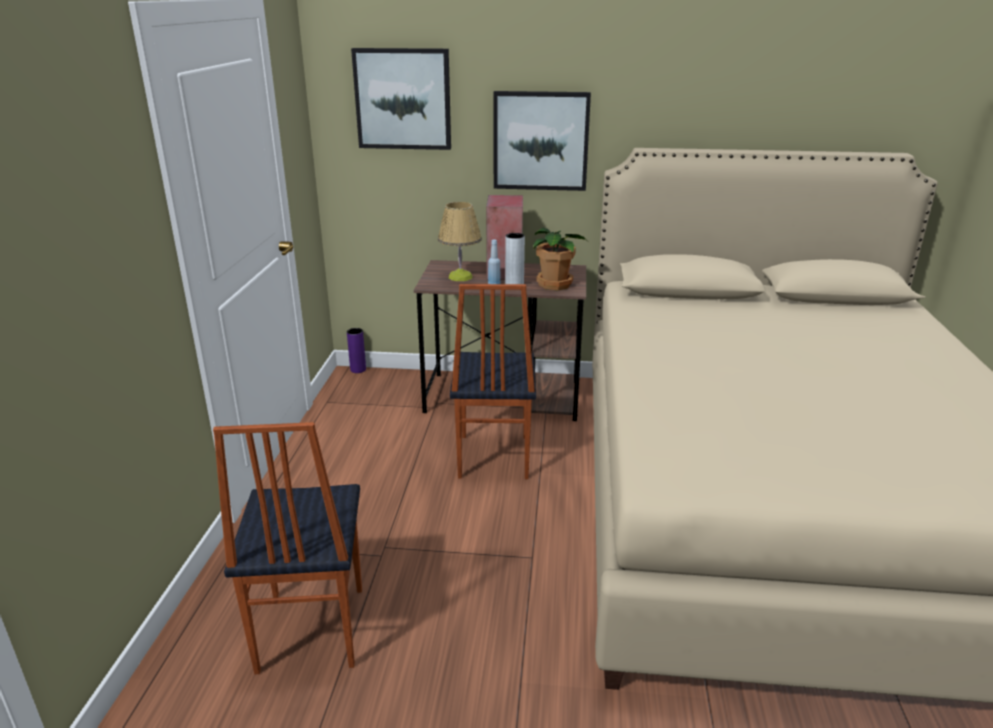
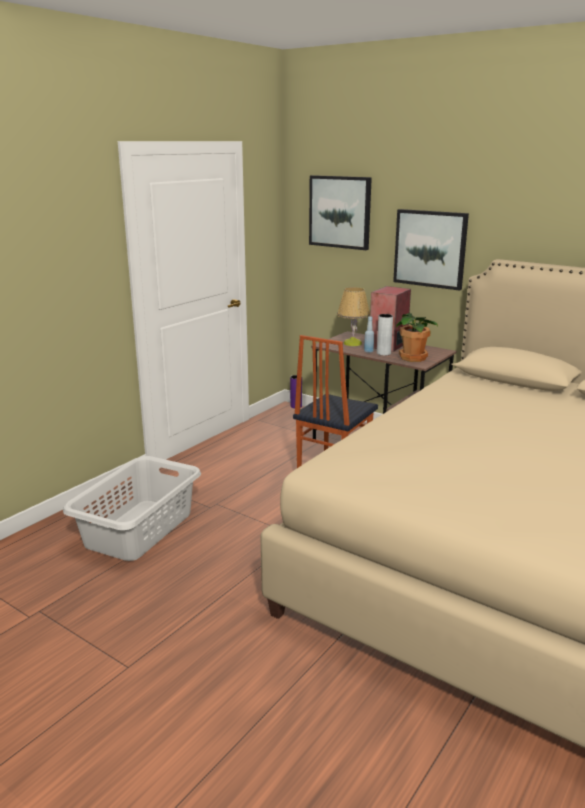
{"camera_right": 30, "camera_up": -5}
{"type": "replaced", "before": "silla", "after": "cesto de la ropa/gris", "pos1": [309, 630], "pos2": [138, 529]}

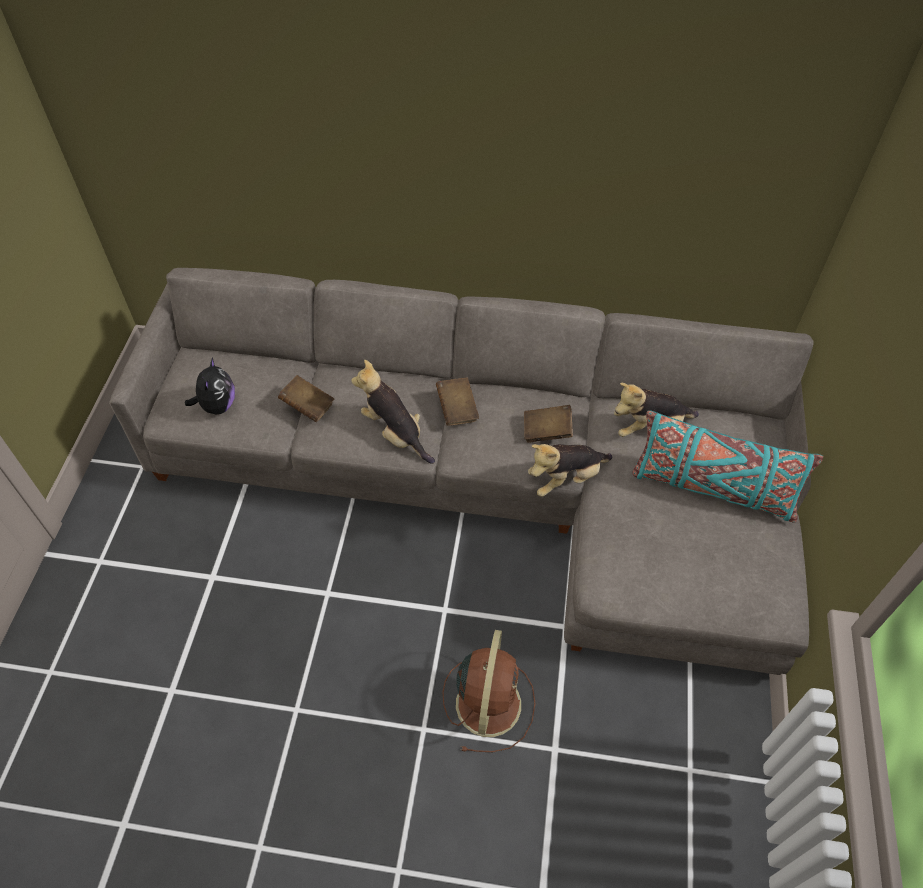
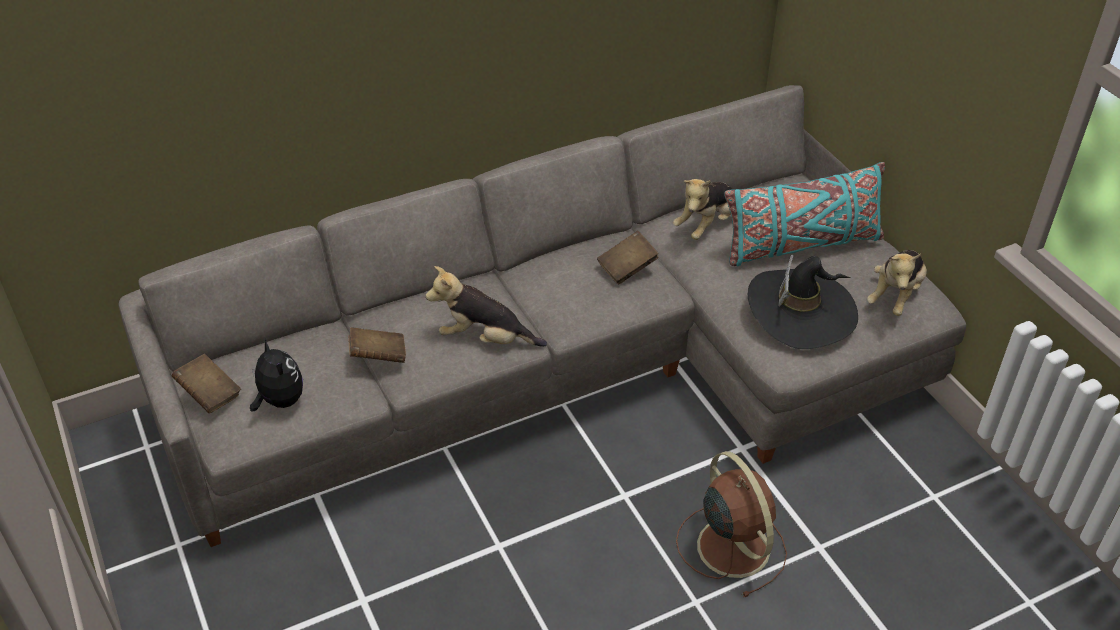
{"camera_right": -35, "camera_up": -10}
{"type": "moved", "before": "libro/marrón", "pos1": [457, 409], "pos2": [209, 394]}
{"type": "moved", "before": "peluche", "pos1": [565, 479], "pos2": [895, 296]}
{"type": "added", "after": "sombrero/negro", "pos2": [801, 311]}

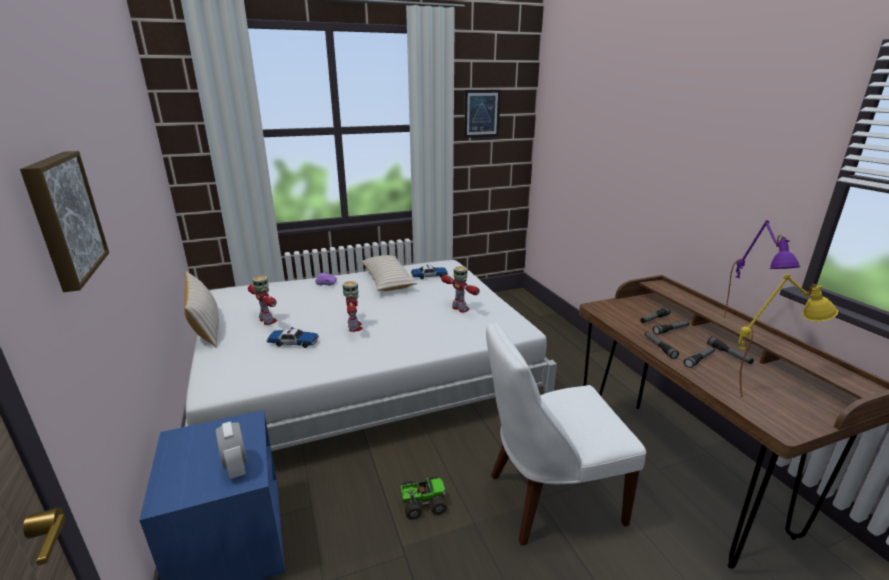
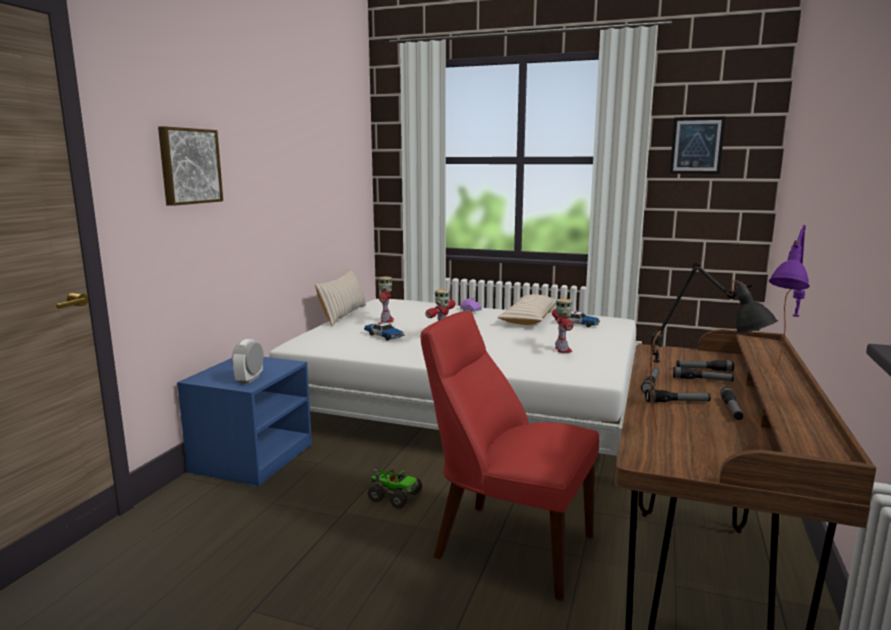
{"camera_right": 40, "camera_up": -10}
{"type": "recoloured", "before": "silla/blanco", "after": "silla/rojo", "pos1": [548, 498], "pos2": [507, 544]}
{"type": "recoloured", "before": "lámpara de mesa/amarillo", "after": "lámpara de mesa/negro", "pos1": [763, 390], "pos2": [699, 437]}

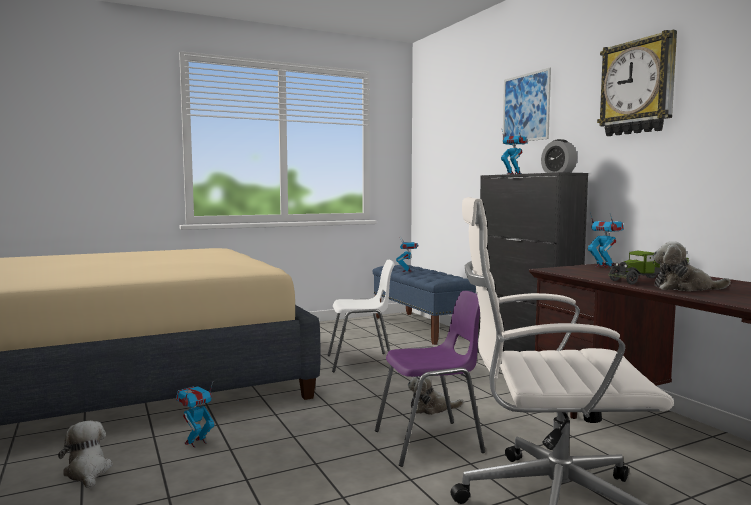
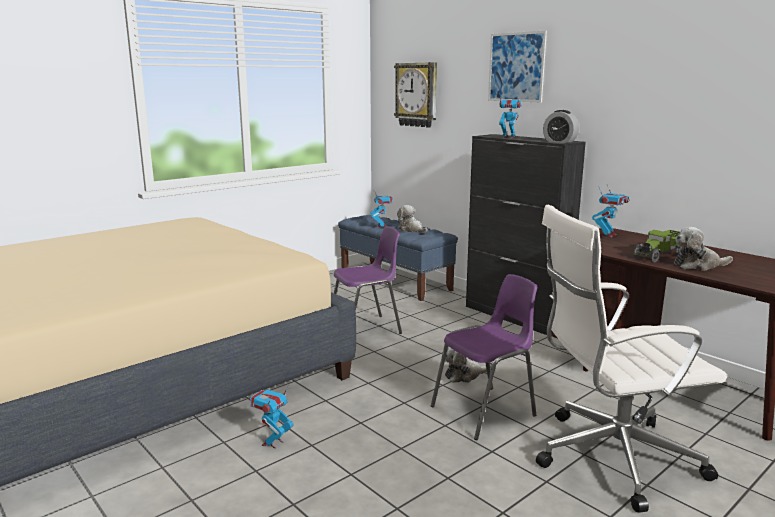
{"camera_right": -15, "camera_up": 10}
{"type": "moved", "before": "peluche", "pos1": [87, 472], "pos2": [411, 230]}
{"type": "recoloured", "before": "silla/blanco", "after": "silla/morado", "pos1": [361, 362], "pos2": [366, 329]}
{"type": "turned", "before": "robot de juguete", "pos1": [604, 267], "pos2": [608, 235], "turn": 90}
{"type": "moved", "before": "reloj de pared", "pos1": [638, 87], "pos2": [417, 95]}

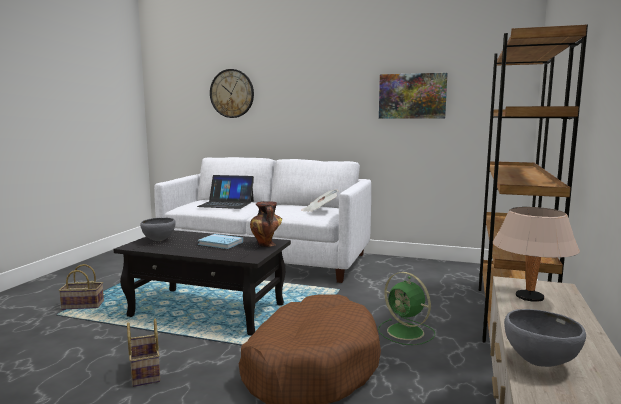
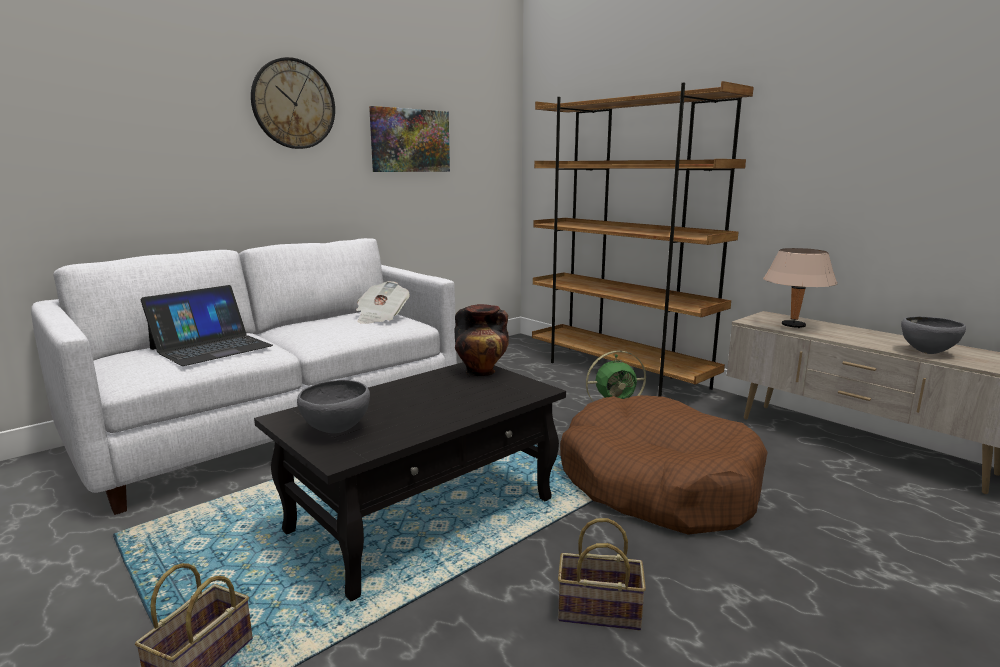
{"camera_right": -60, "camera_up": 5}
{"type": "removed", "before": "libro/azul", "pos1": [220, 243]}
{"type": "moved", "before": "reloj de pared", "pos1": [232, 93], "pos2": [293, 104]}

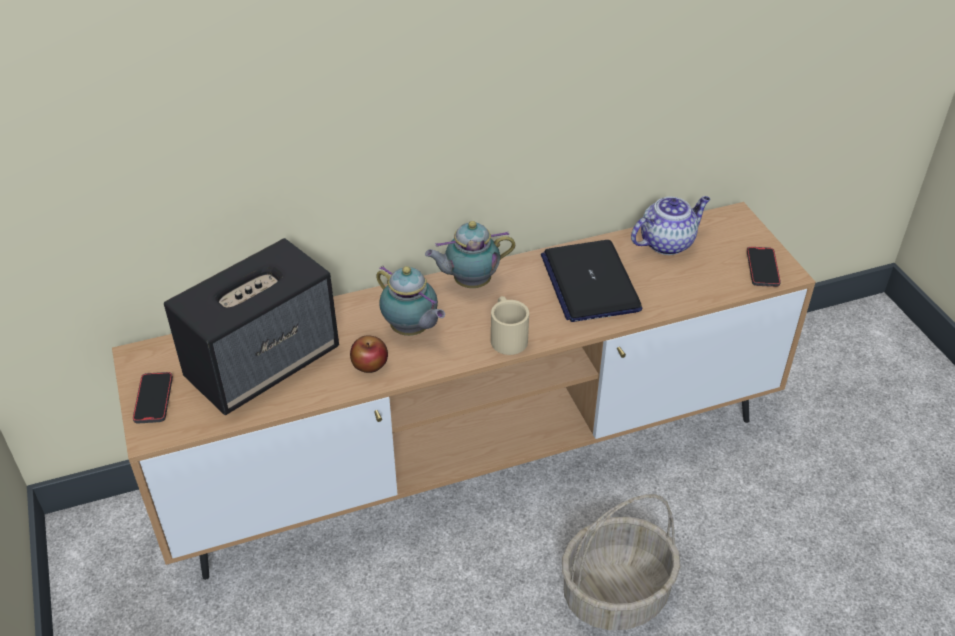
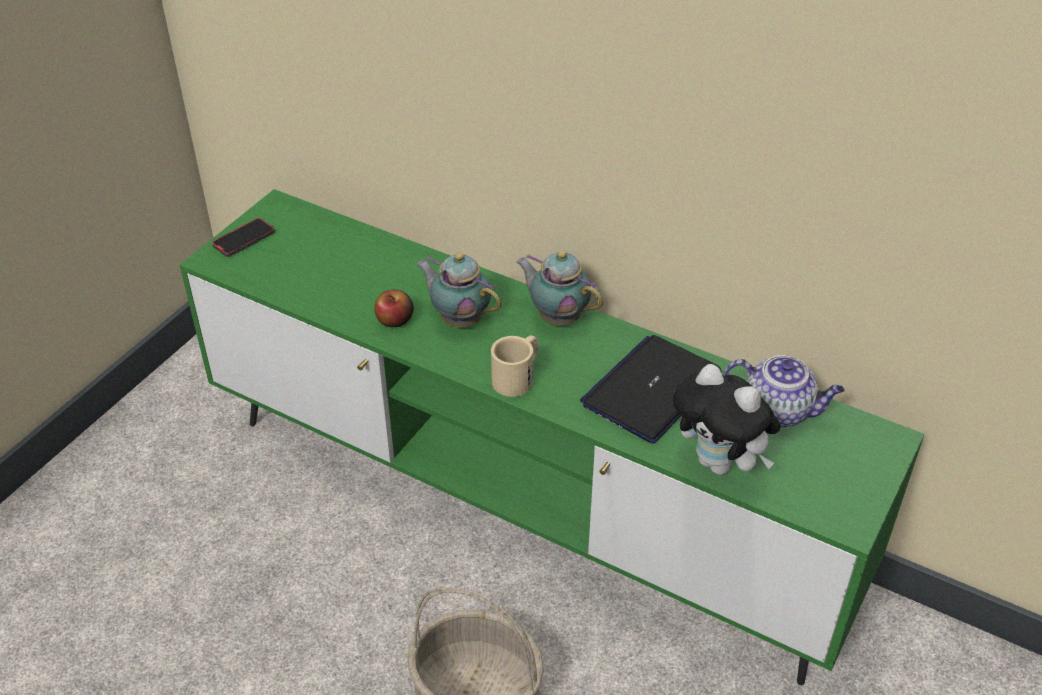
{"camera_right": 50, "camera_up": 0}
{"type": "recoloured", "before": "mueble de televisión/marrón", "after": "mueble de televisión/verde", "pos1": [476, 461], "pos2": [522, 506]}
{"type": "removed", "before": "altavoz", "pos1": [264, 363]}
{"type": "turned", "before": "tetera", "pos1": [411, 330], "pos2": [459, 319], "turn": 120}
{"type": "removed", "before": "móvil", "pos1": [762, 268]}
{"type": "added", "after": "peluche", "pos2": [720, 464]}

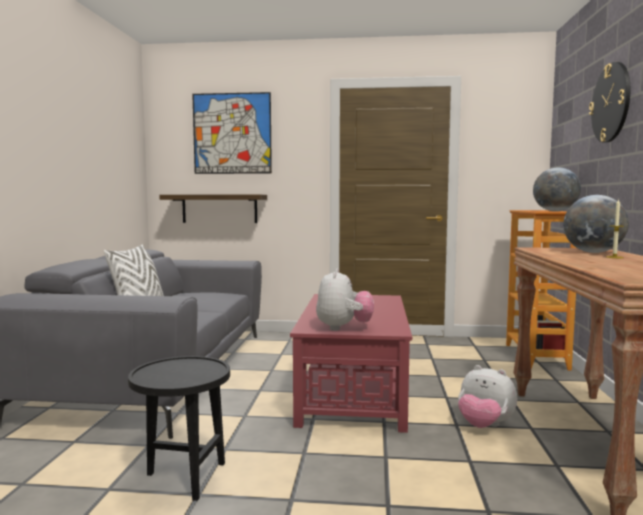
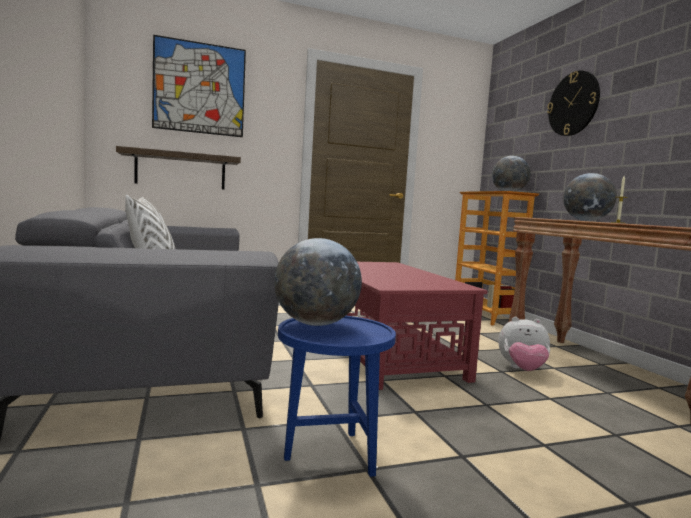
{"camera_right": -25, "camera_up": 0}
{"type": "recoloured", "before": "mesa auxiliar/negro", "after": "mesa auxiliar/azul", "pos1": [183, 477], "pos2": [329, 455]}
{"type": "removed", "before": "peluche", "pos1": [343, 328]}
{"type": "added", "after": "globo terráqueo", "pos2": [315, 324]}

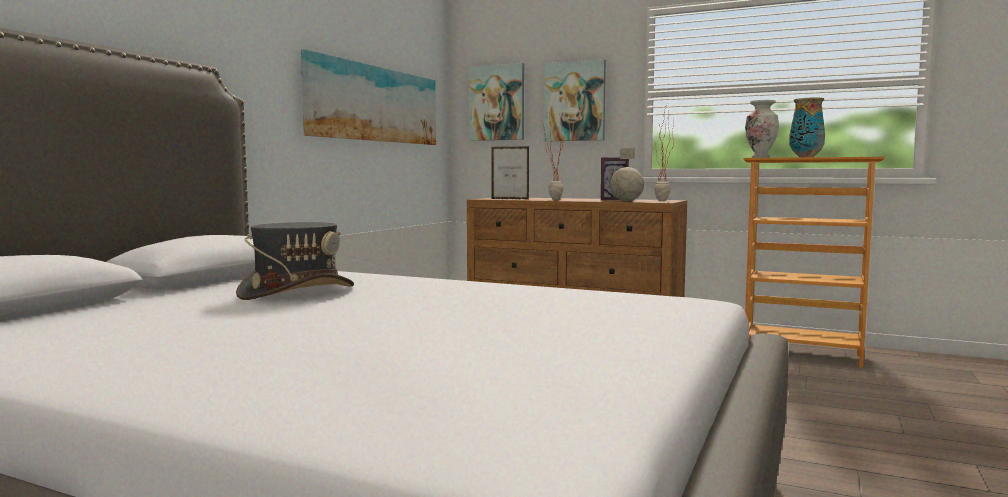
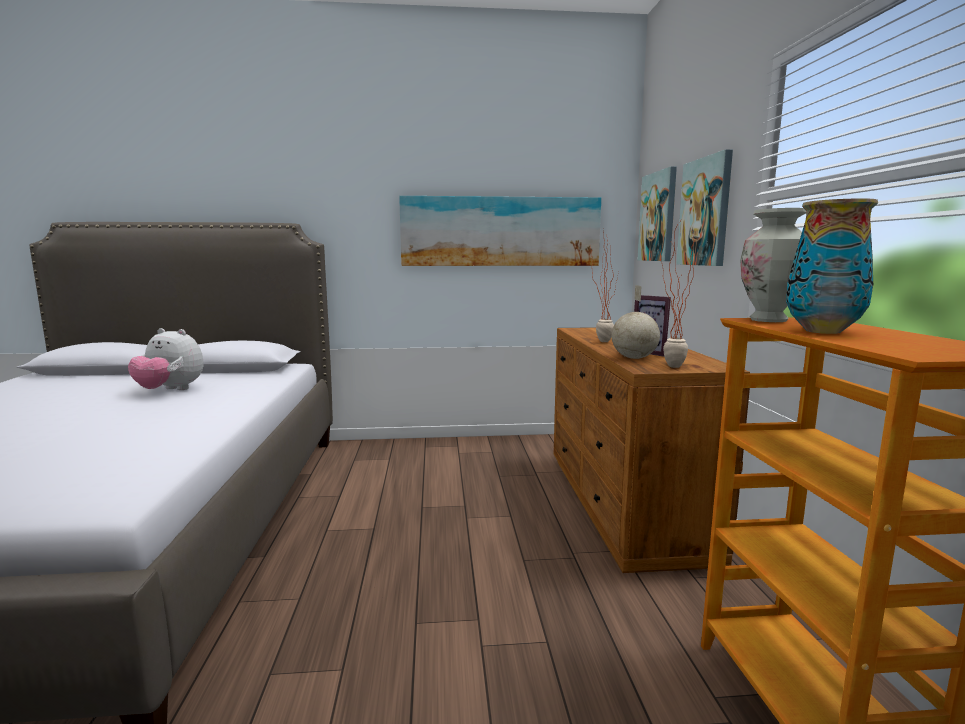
{"camera_right": 60, "camera_up": 5}
{"type": "replaced", "before": "sombrero/gris", "after": "peluche", "pos1": [297, 292], "pos2": [170, 390]}
{"type": "removed", "before": "portarretratos", "pos1": [510, 199]}

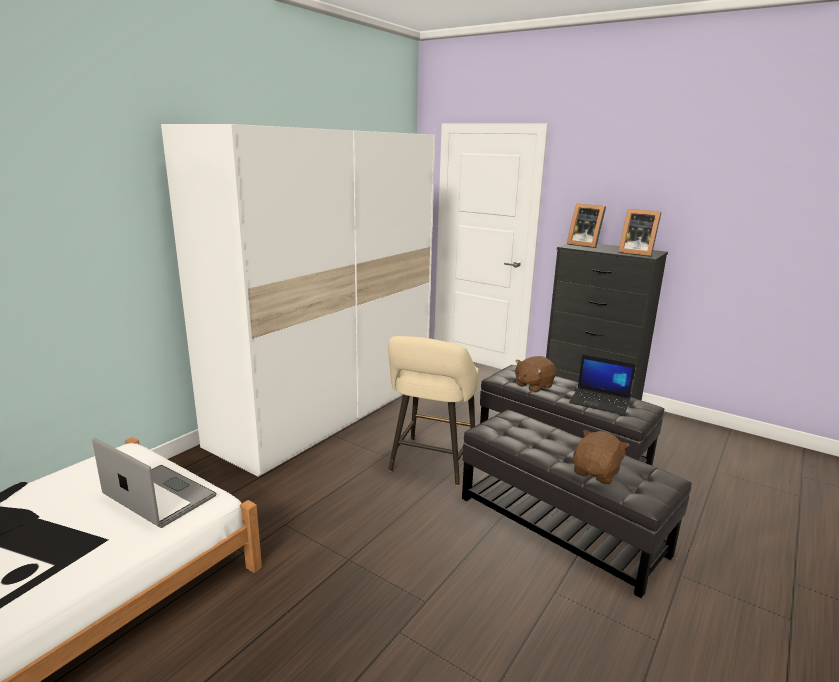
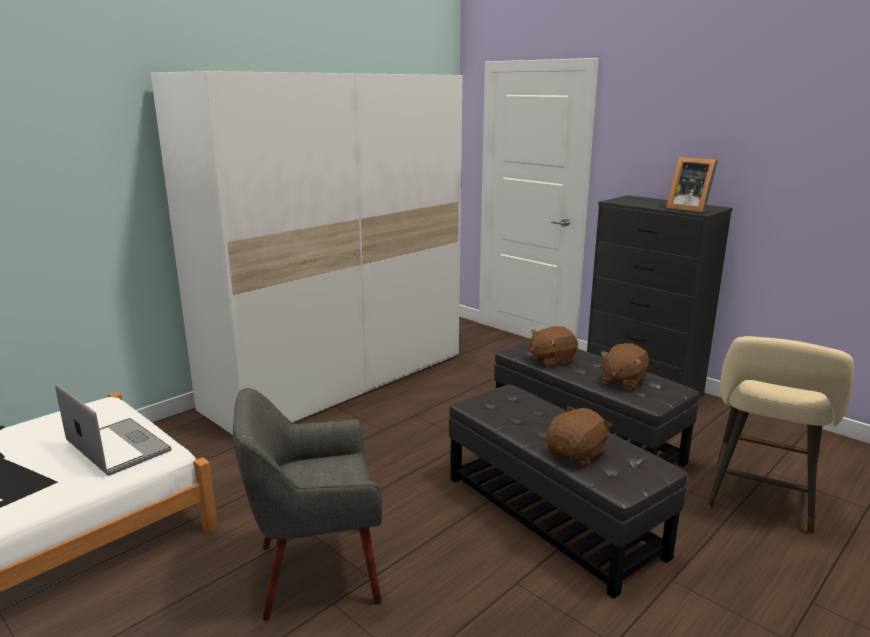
{"camera_right": 10, "camera_up": 0}
{"type": "moved", "before": "taburete/beis", "pos1": [431, 463], "pos2": [760, 500]}
{"type": "removed", "before": "portarretratos", "pos1": [584, 245]}
{"type": "replaced", "before": "portátil", "after": "peluche/marrón", "pos1": [600, 402], "pos2": [622, 381]}
{"type": "added", "after": "sillón/gris", "pos2": [316, 572]}

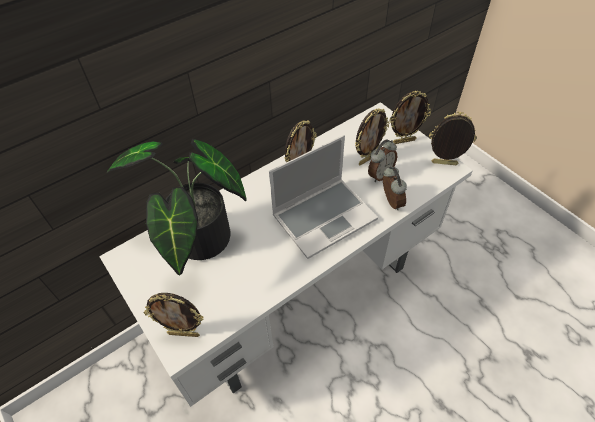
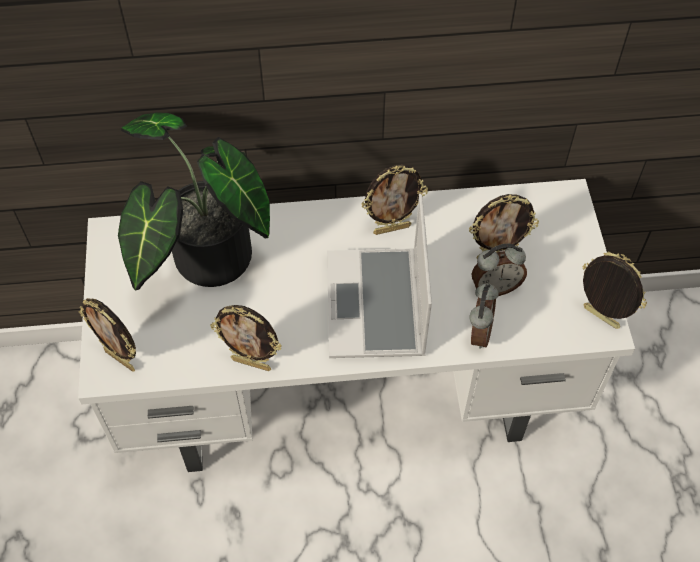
{"camera_right": 30, "camera_up": 5}
{"type": "turned", "before": "portátil", "pos1": [324, 216], "pos2": [377, 306], "turn": 90}
{"type": "moved", "before": "portarretratos", "pos1": [404, 141], "pos2": [252, 363]}

